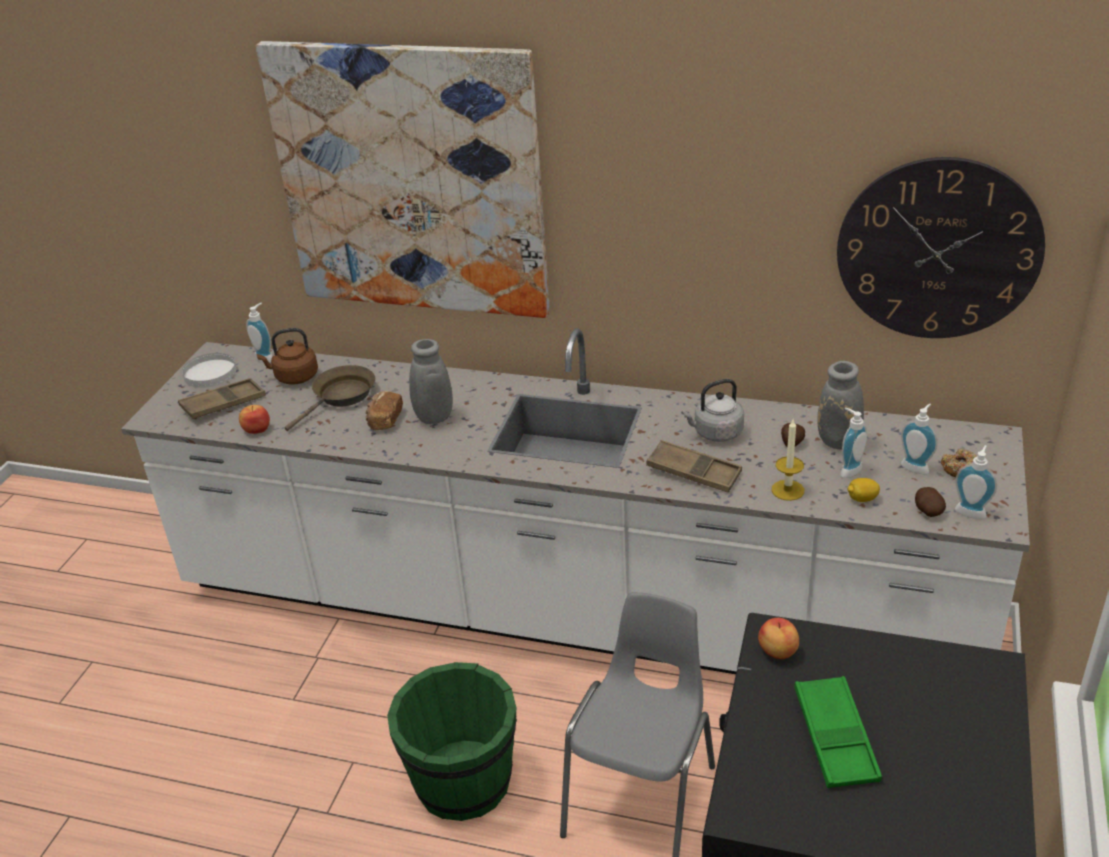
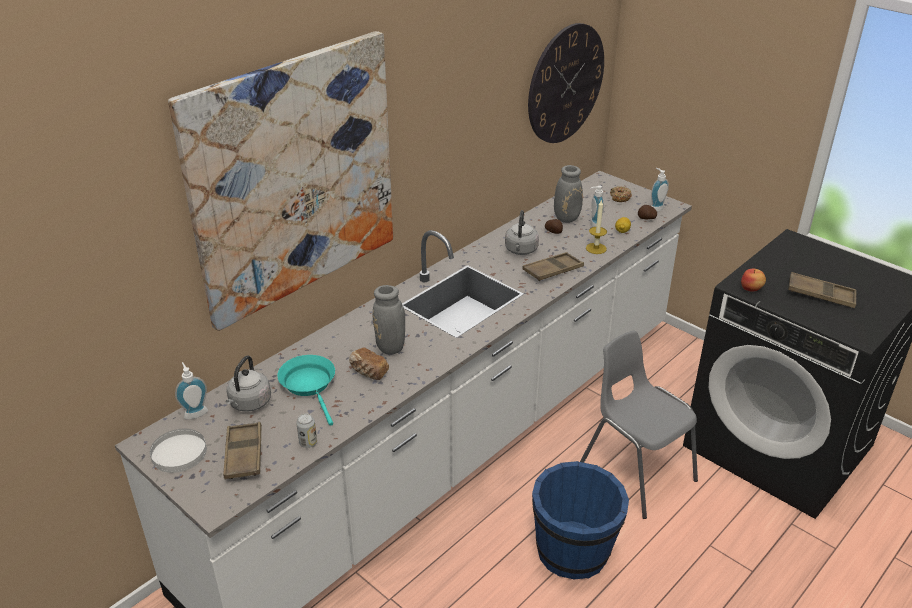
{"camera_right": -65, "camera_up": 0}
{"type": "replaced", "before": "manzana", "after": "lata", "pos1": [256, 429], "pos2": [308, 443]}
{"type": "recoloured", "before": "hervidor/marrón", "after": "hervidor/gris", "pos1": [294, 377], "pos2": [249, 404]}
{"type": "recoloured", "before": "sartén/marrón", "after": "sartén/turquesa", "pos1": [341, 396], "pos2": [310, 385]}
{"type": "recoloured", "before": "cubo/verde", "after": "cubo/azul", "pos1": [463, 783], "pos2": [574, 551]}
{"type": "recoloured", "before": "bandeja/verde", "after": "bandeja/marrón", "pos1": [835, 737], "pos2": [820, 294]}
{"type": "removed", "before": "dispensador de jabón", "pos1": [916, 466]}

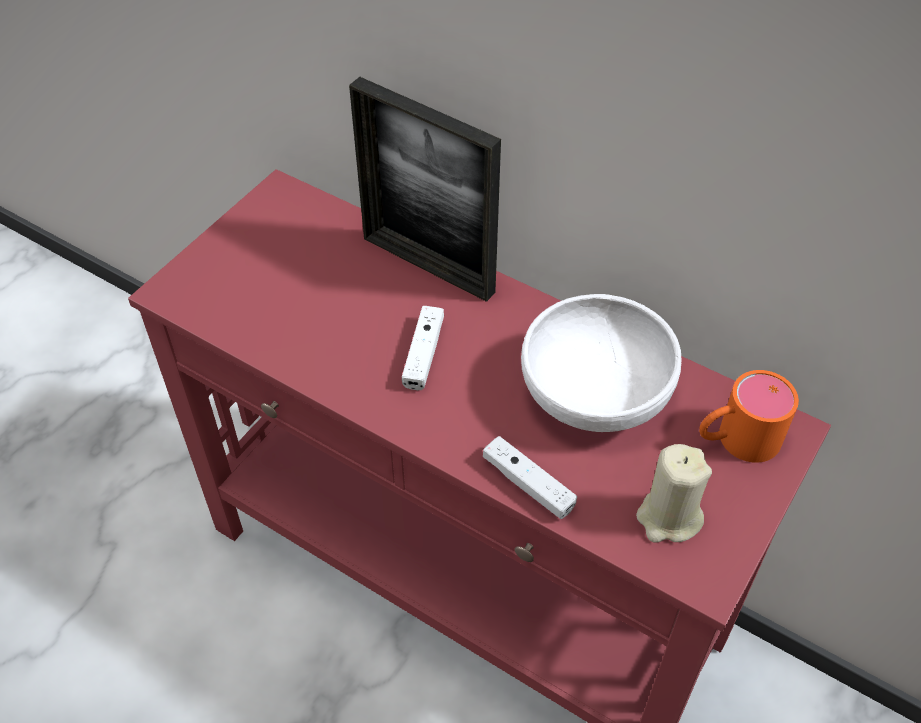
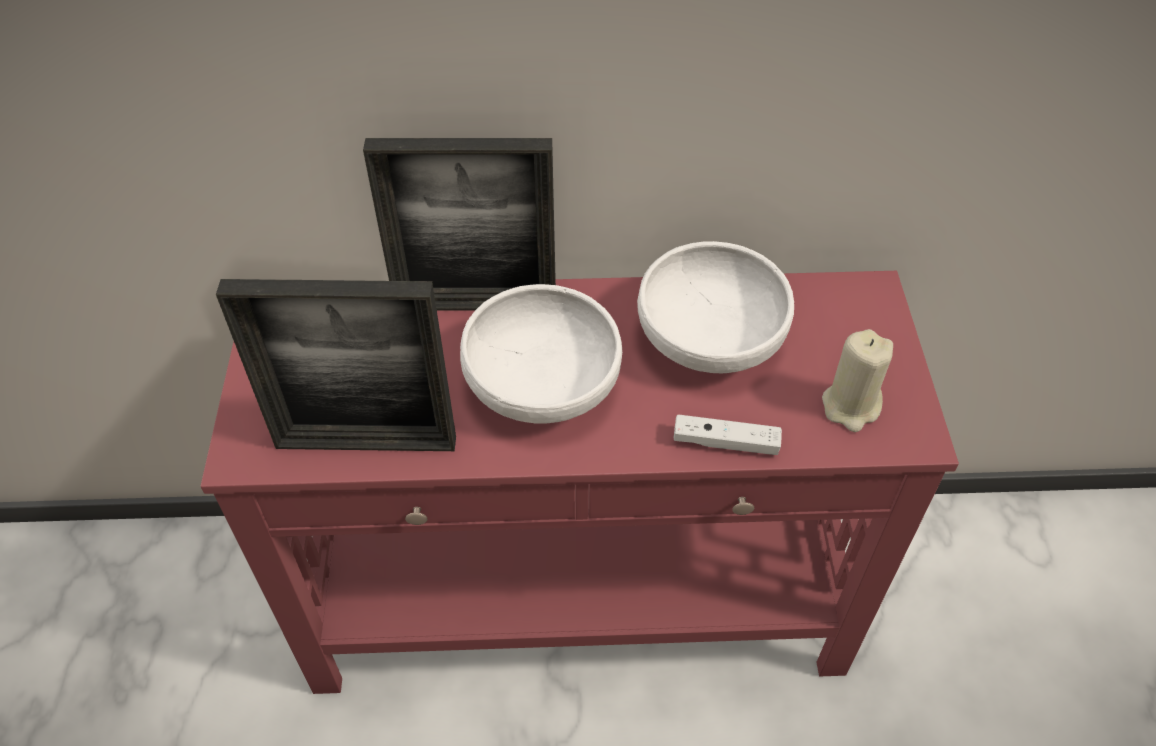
{"camera_right": -35, "camera_up": 0}
{"type": "replaced", "before": "mando de consola/blanco", "after": "cuenco/blanco", "pos1": [423, 354], "pos2": [542, 383]}
{"type": "removed", "before": "taza grande/naranja", "pos1": [736, 439]}
{"type": "added", "after": "portarretratos", "pos2": [366, 442]}

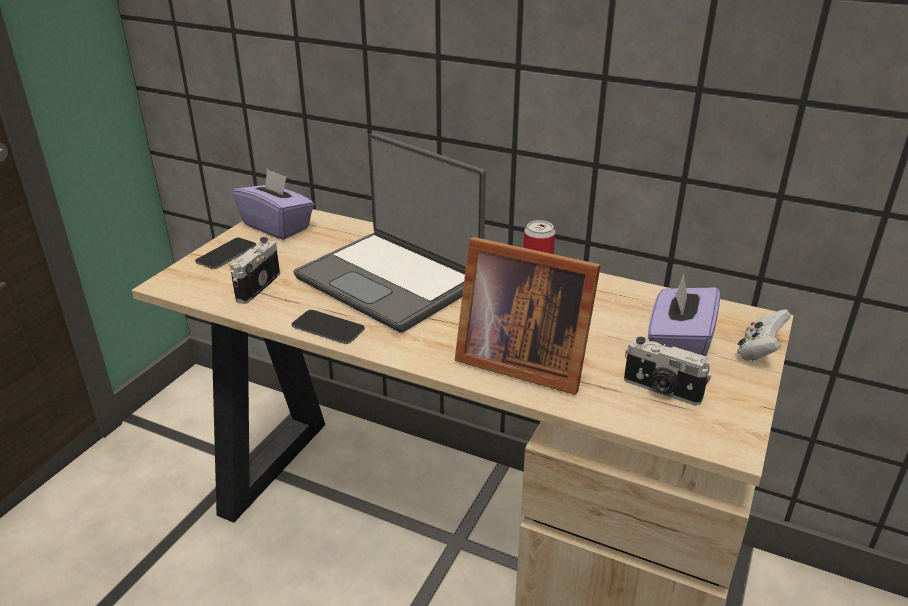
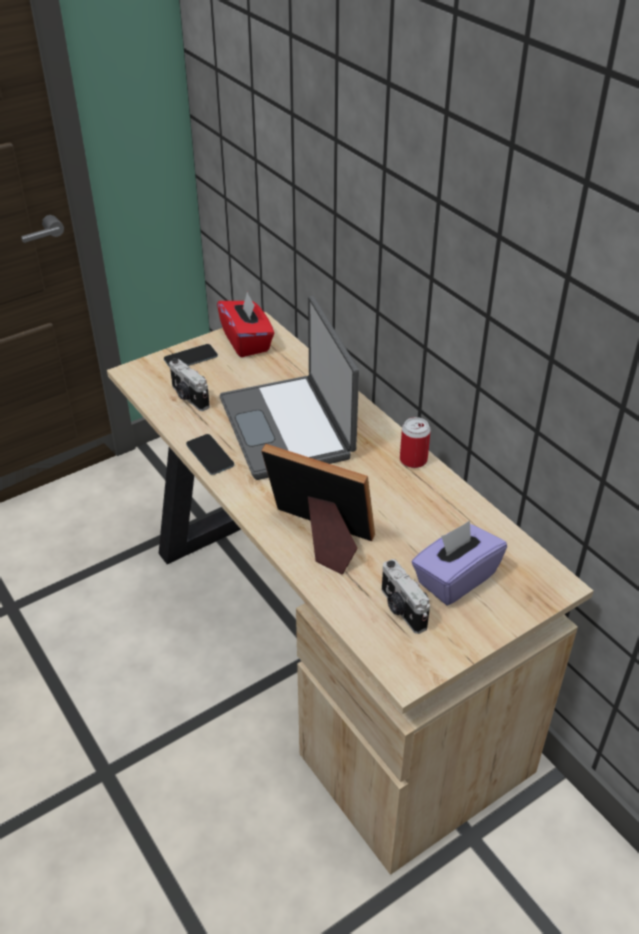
{"camera_right": 30, "camera_up": 10}
{"type": "turned", "before": "cámara", "pos1": [256, 286], "pos2": [189, 397], "turn": -90}
{"type": "recoloured", "before": "caja de pañuelos/morado", "after": "caja de pañuelos/rojo", "pos1": [277, 226], "pos2": [247, 341]}
{"type": "turned", "before": "portarretratos", "pos1": [519, 360], "pos2": [320, 538], "turn": 150}
{"type": "removed", "before": "mando de consola/blanco", "pos1": [758, 352]}

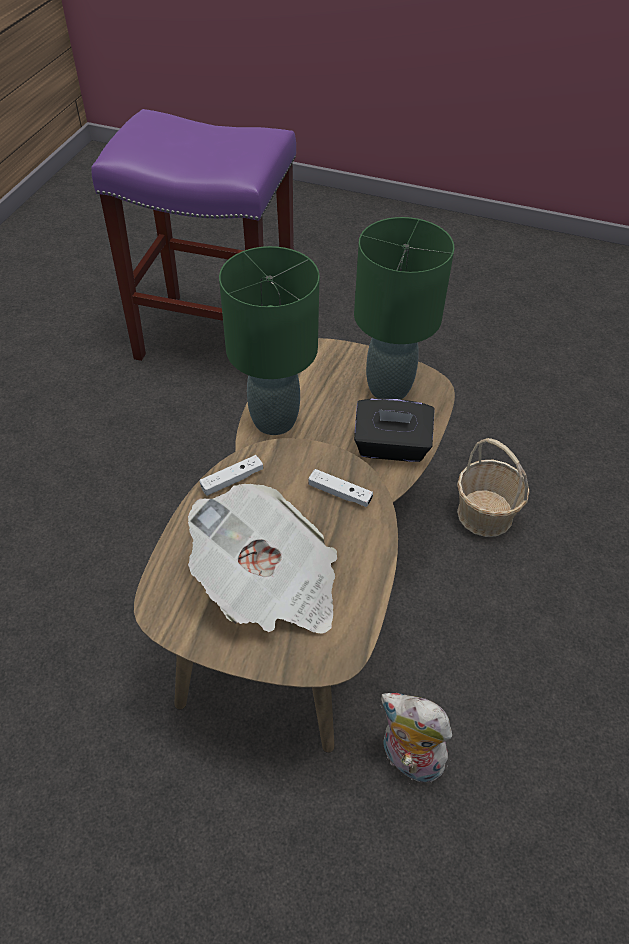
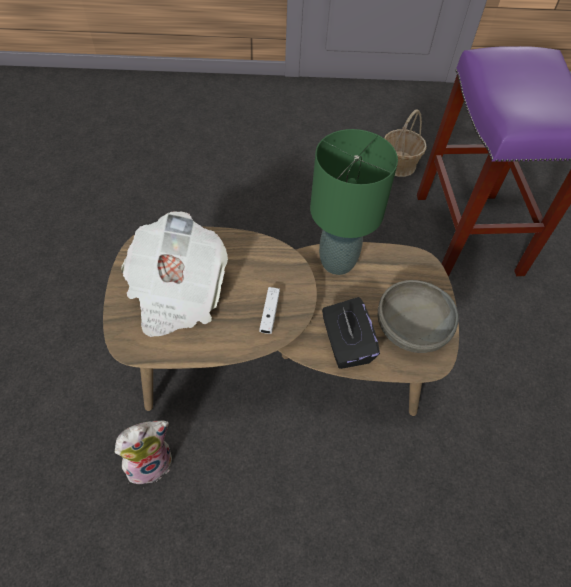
{"camera_right": 70, "camera_up": 5}
{"type": "removed", "before": "mando de consola/blanco", "pos1": [232, 480]}
{"type": "replaced", "before": "lámpara de mesa/verde", "after": "cuenco/gris", "pos1": [389, 388], "pos2": [411, 329]}
{"type": "turned", "before": "peluche", "pos1": [408, 759], "pos2": [150, 461], "turn": 45}
{"type": "moved", "before": "cesta", "pos1": [485, 514], "pos2": [398, 165]}

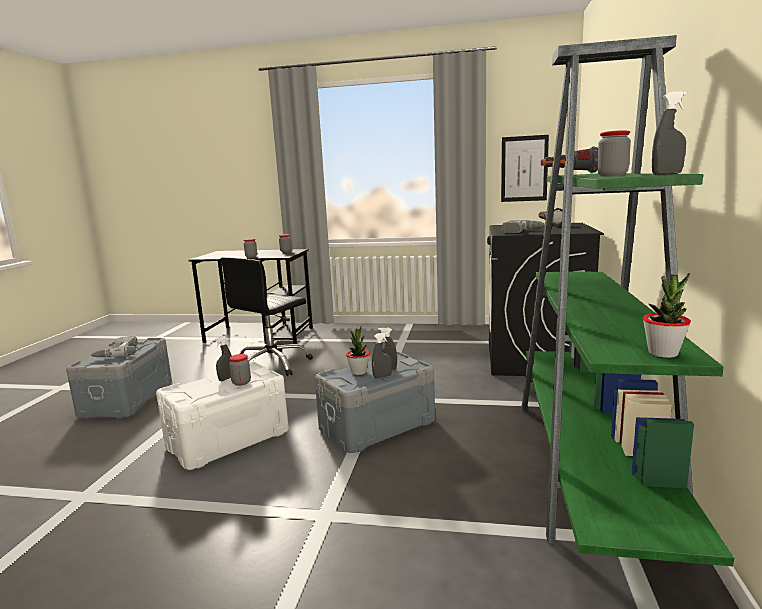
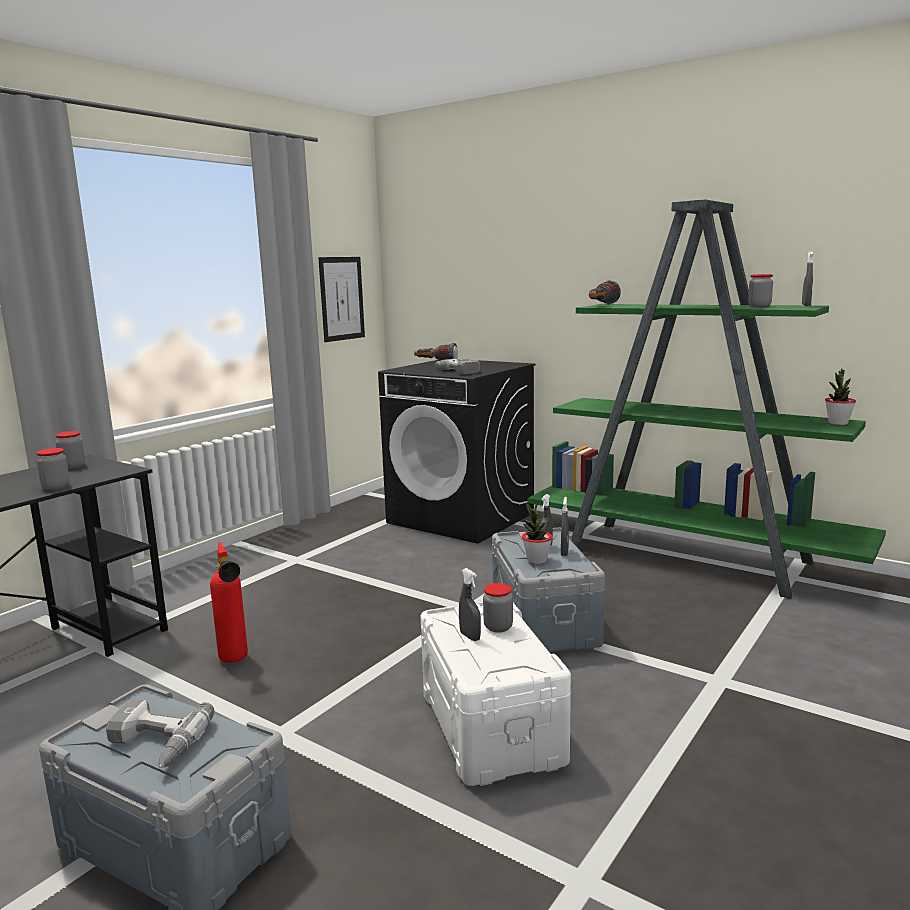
{"camera_right": -65, "camera_up": 0}
{"type": "replaced", "before": "silla de oficina/negro", "after": "extintor", "pos1": [272, 364], "pos2": [235, 661]}

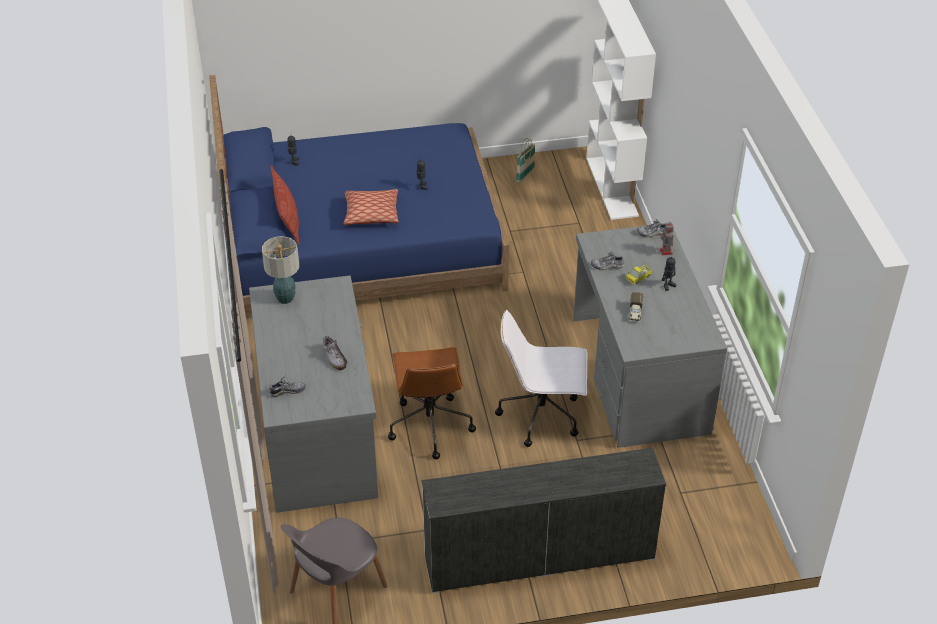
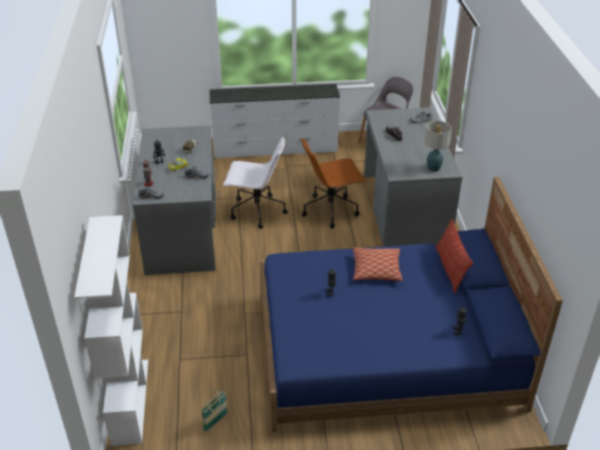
{"camera_right": -175, "camera_up": -5}
{"type": "turned", "before": "silla de oficina/marrón", "pos1": [430, 425], "pos2": [331, 210], "turn": -105}

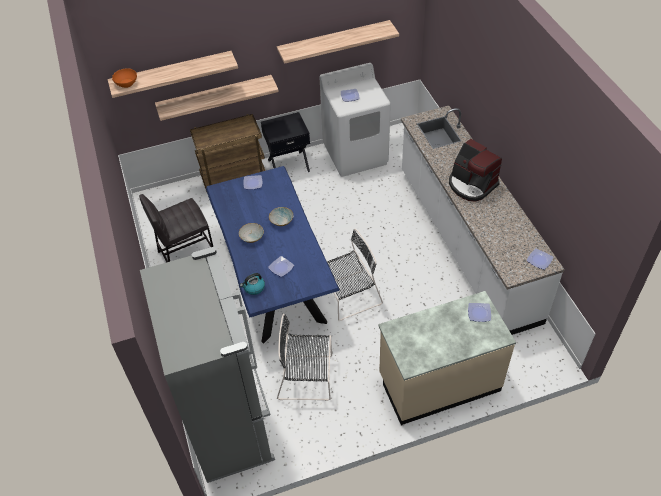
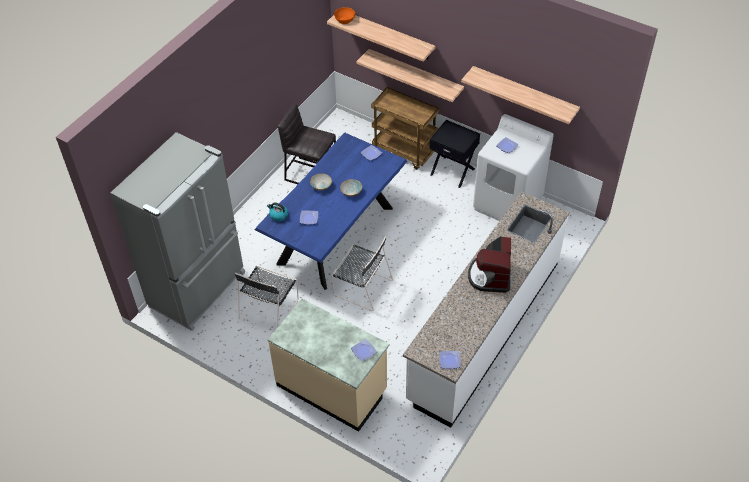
{"camera_right": 50, "camera_up": 0}
{"type": "turned", "before": "silla/negro", "pos1": [307, 377], "pos2": [270, 307], "turn": -120}

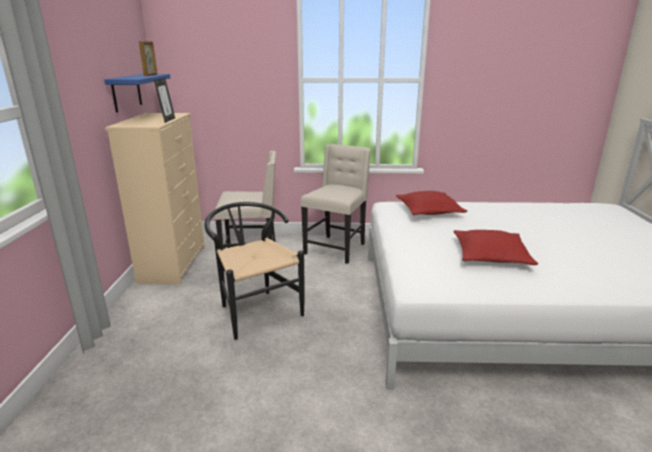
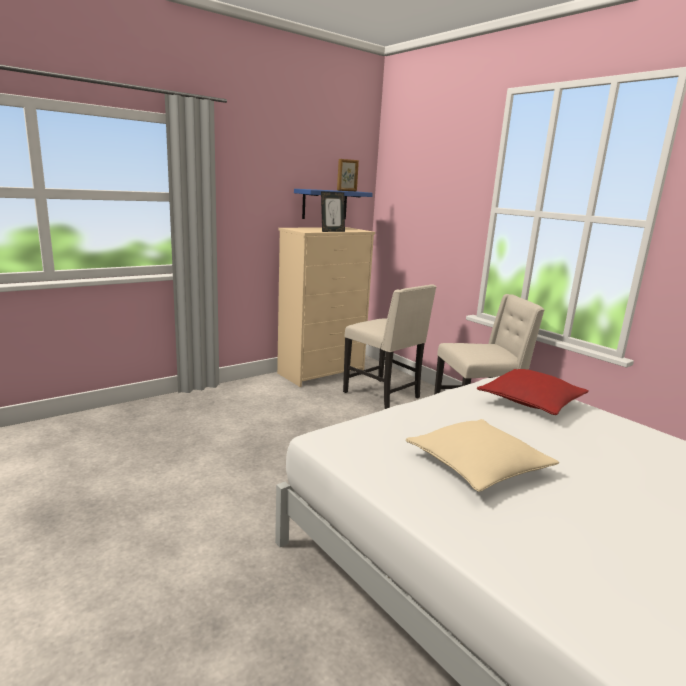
{"camera_right": 50, "camera_up": -5}
{"type": "removed", "before": "silla/negro", "pos1": [255, 309]}
{"type": "recoloured", "before": "cojín/rojo", "after": "cojín/beis", "pos1": [490, 256], "pos2": [477, 465]}

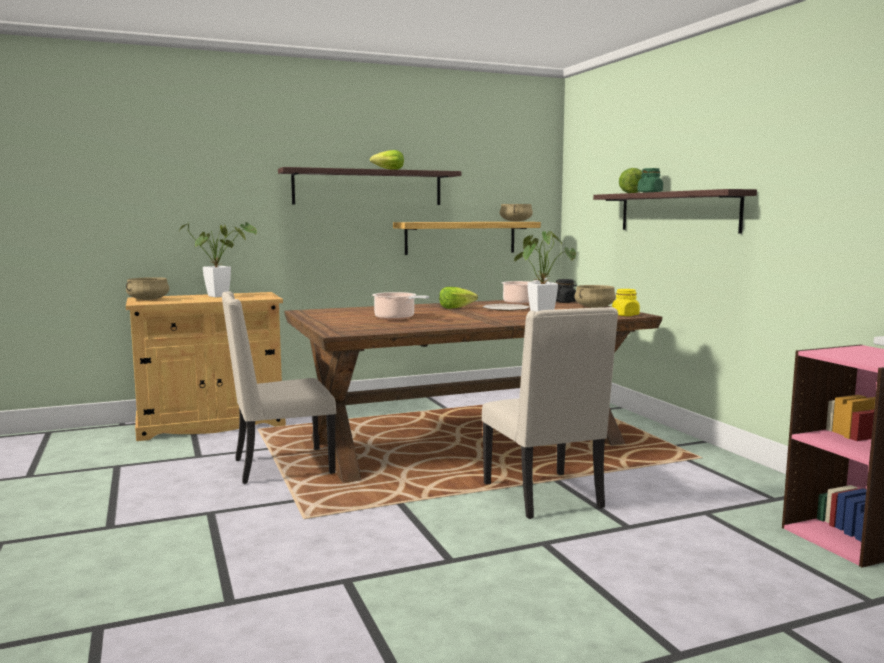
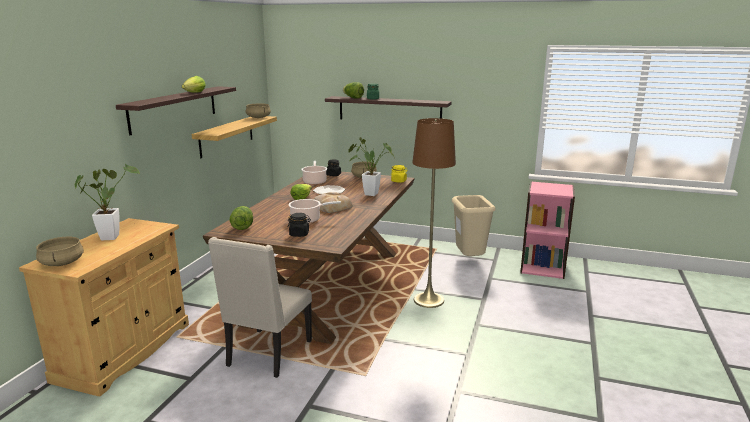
{"camera_right": -50, "camera_up": 10}
{"type": "replaced", "before": "silla/beis", "after": "lámpara de pie/marrón", "pos1": [545, 496], "pos2": [428, 300]}
{"type": "added", "after": "lechuga", "pos2": [243, 226]}
{"type": "added", "after": "tarro/negro", "pos2": [299, 234]}
{"type": "added", "after": "pan", "pos2": [332, 206]}
{"type": "added", "after": "papelera/beis", "pos2": [469, 260]}

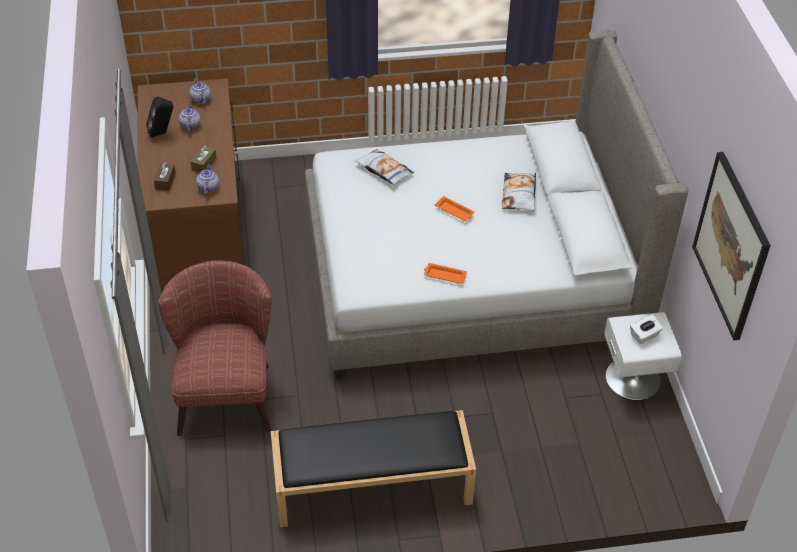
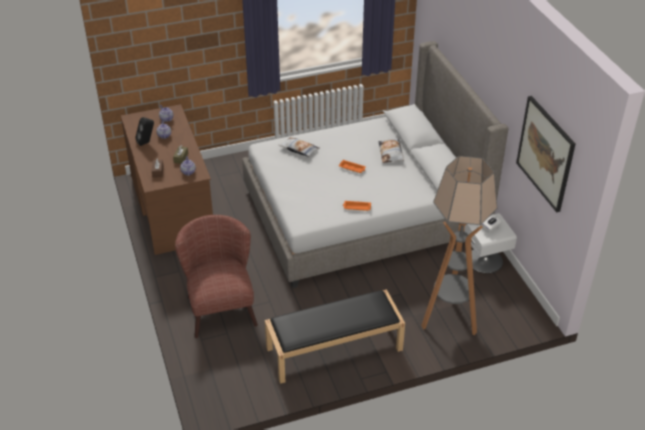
{"camera_right": -10, "camera_up": -5}
{"type": "added", "after": "lámpara de pie", "pos2": [449, 319]}

